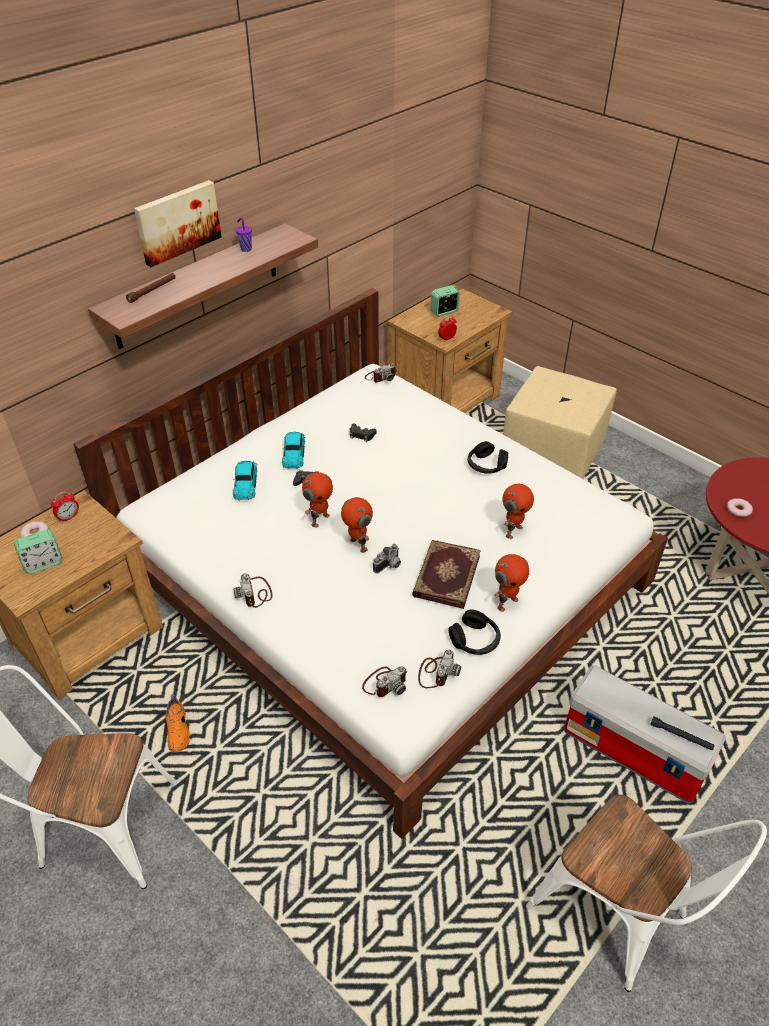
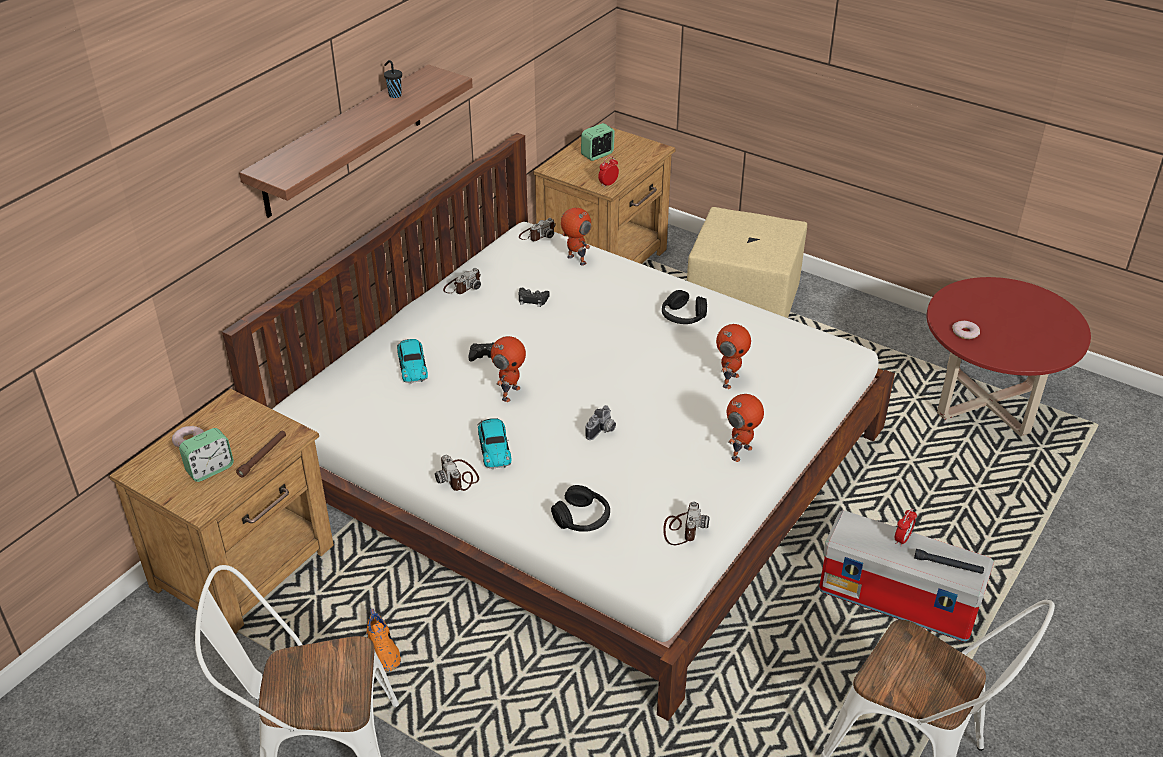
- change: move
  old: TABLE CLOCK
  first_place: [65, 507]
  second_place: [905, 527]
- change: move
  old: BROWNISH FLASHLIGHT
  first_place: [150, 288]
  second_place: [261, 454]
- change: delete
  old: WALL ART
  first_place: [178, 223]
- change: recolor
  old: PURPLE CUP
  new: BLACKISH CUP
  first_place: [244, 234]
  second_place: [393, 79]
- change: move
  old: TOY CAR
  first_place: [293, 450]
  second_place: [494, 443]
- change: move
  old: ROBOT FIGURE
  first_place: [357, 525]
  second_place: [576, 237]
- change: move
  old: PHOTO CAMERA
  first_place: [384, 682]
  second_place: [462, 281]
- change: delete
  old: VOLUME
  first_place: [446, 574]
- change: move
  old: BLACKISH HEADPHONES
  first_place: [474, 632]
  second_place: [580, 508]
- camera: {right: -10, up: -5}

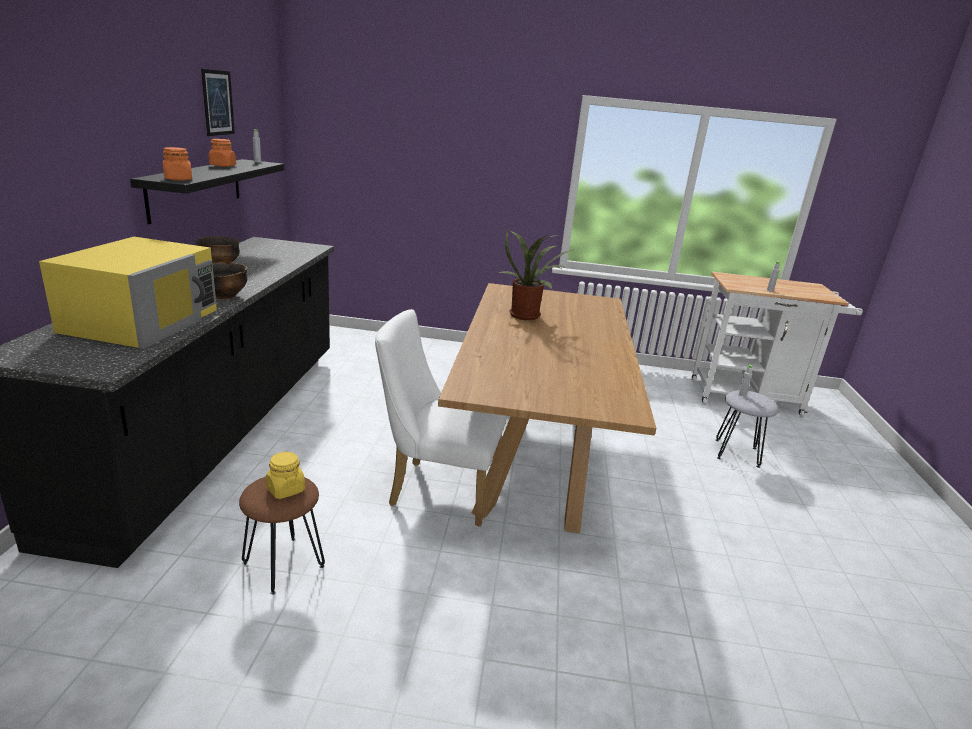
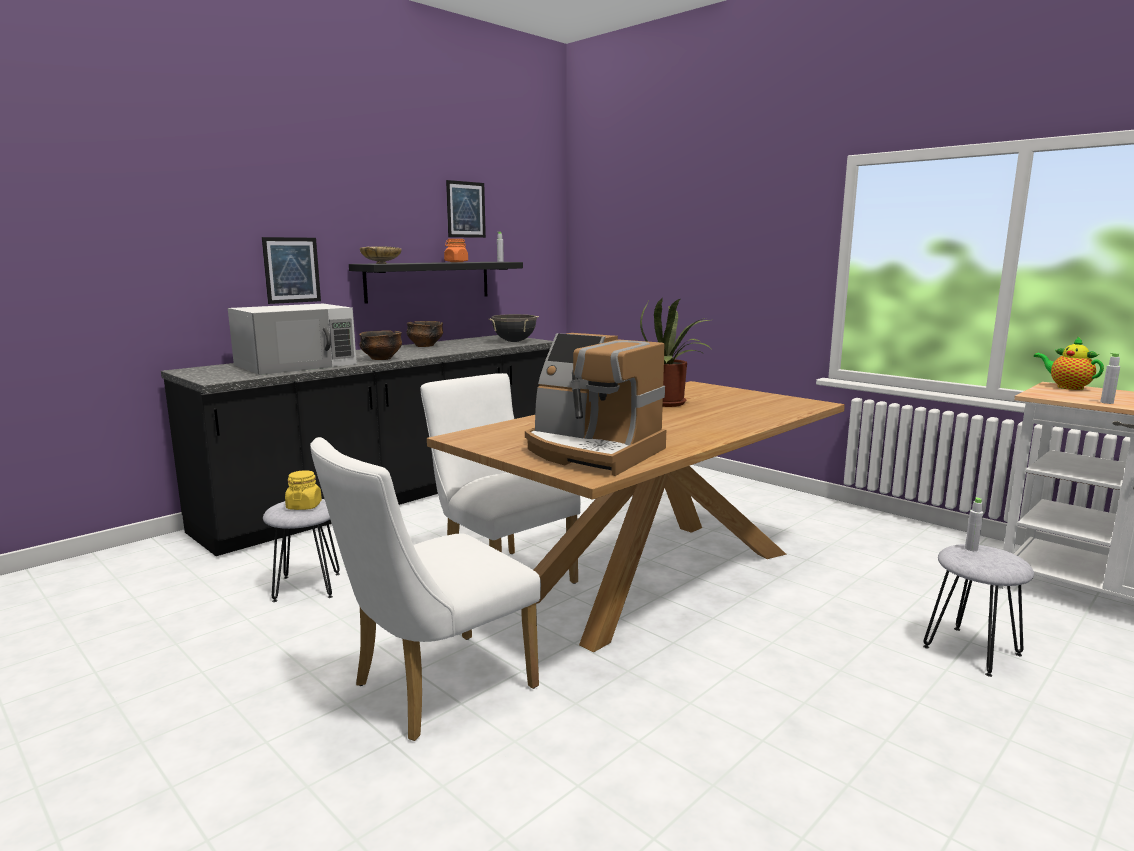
- change: recolor
  old: YELLOWISH MICROWAVE
  new: WHITISH MICROWAVE
  first_place: [128, 293]
  second_place: [292, 339]
- change: replace
  old: ORANGEY JAR
  new: BEIGE DEEP DISH
  first_place: [177, 164]
  second_place: [380, 255]
- change: recolor
  old: BROWNISH STOOL SEAT
  new: GREYISH STOOL SEAT
  first_place: [282, 536]
  second_place: [301, 550]
- change: insert
  new: WALL ART
  second_place: [291, 270]
- change: insert
  new: WHITISH CHAIR
  second_place: [425, 589]
- change: insert
  new: BLACKISH COOKING POT
  second_place: [513, 328]
- change: insert
  new: COFFEE MAKER
  second_place: [595, 404]
- change: insert
  new: POT FOR TEA
  second_place: [1069, 363]
- camera: {right: 40, up: -10}

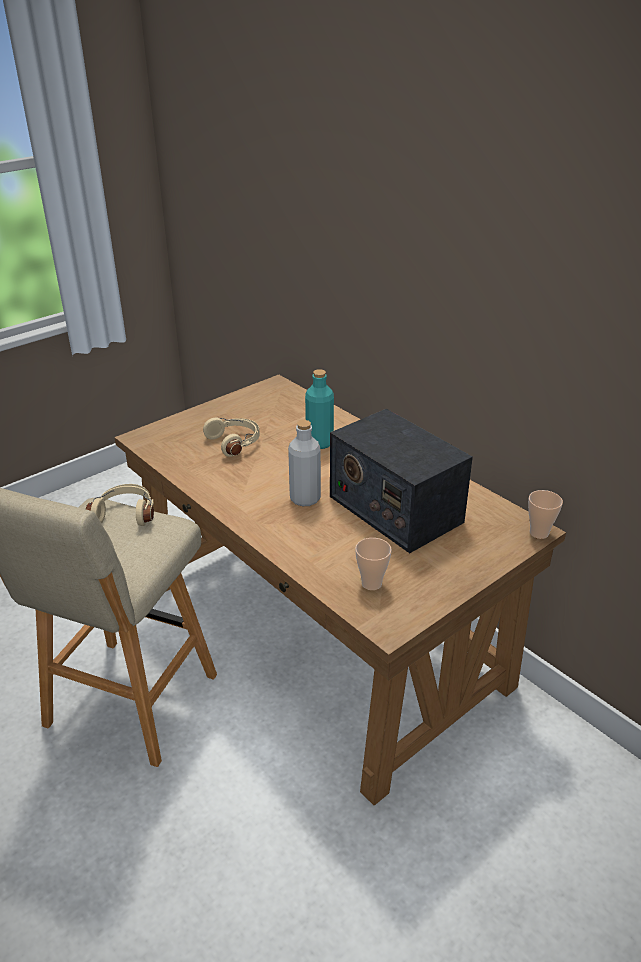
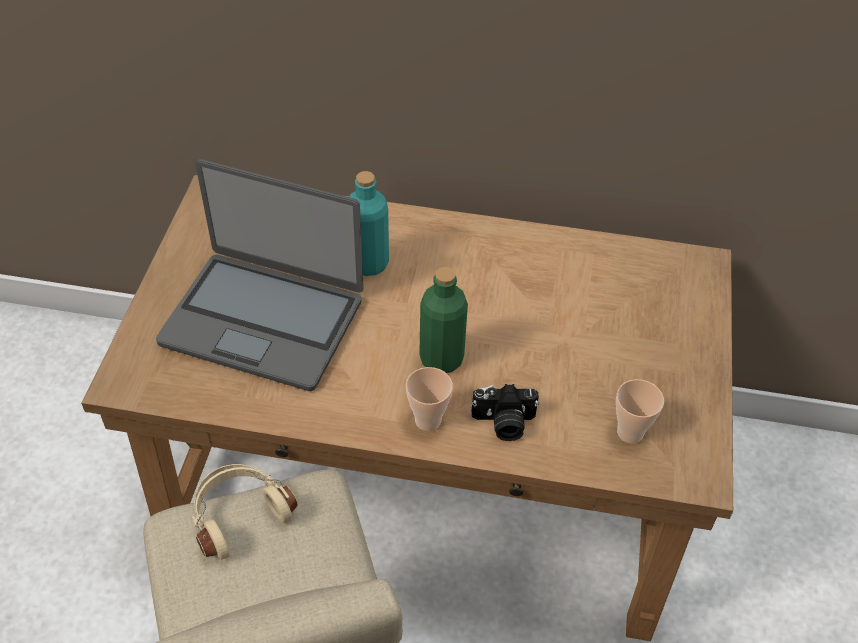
- change: replace
  old: BEIGE HEADPHONES
  new: LAPTOP
  first_place: [231, 437]
  second_place: [260, 275]
- change: recolor
  old: GREYISH BEVERAGE BOTTLE
  new: GREEN BEVERAGE BOTTLE
  first_place: [304, 463]
  second_place: [443, 320]
- change: delete
  old: RADIO RECEIVER
  first_place: [401, 481]
- change: move
  old: CUP
  first_place: [545, 514]
  second_place: [429, 399]
- change: insert
  new: PHOTO CAMERA
  second_place: [505, 412]
- camera: {right: -40, up: 15}

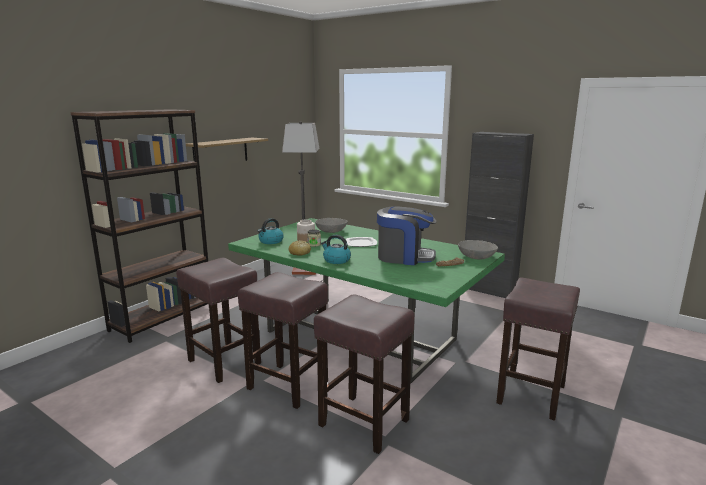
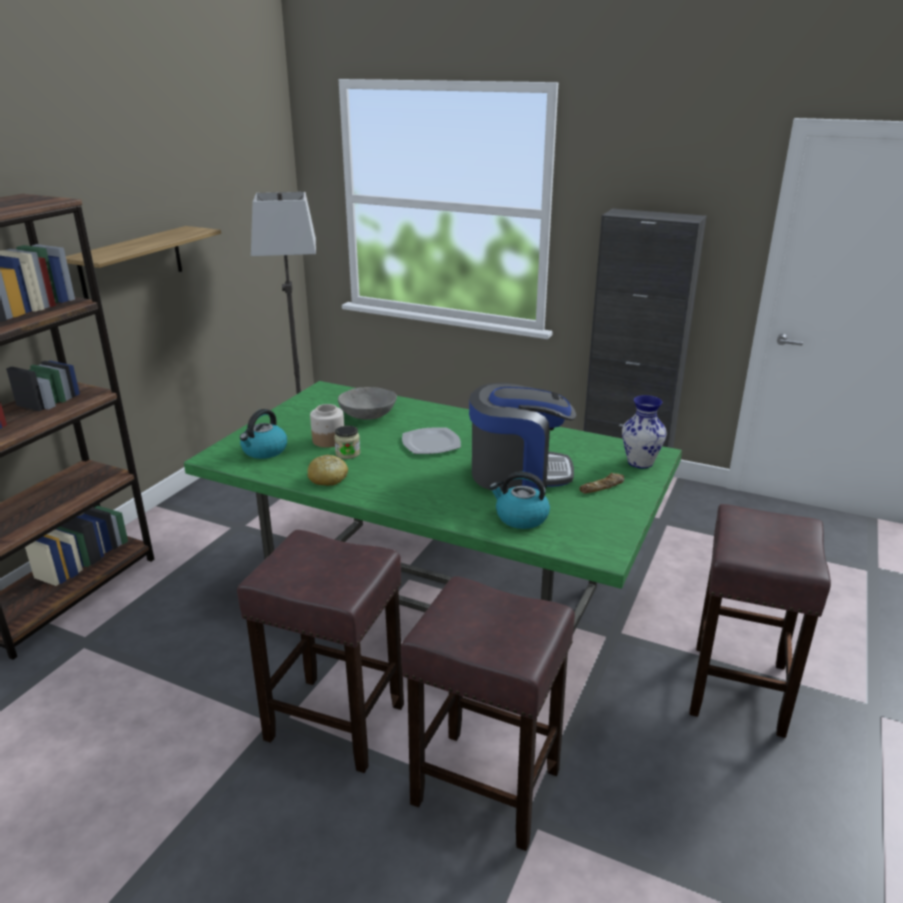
- change: delete
  old: BROWNISH STOOL SEAT
  first_place: [218, 320]
- change: move
  old: KETTLE
  first_place: [336, 249]
  second_place: [519, 500]
- change: replace
  old: GREYISH DEEP DISH
  new: DECORATIVE VASE
  first_place: [478, 250]
  second_place: [644, 431]
- camera: {right: -10, up: 10}

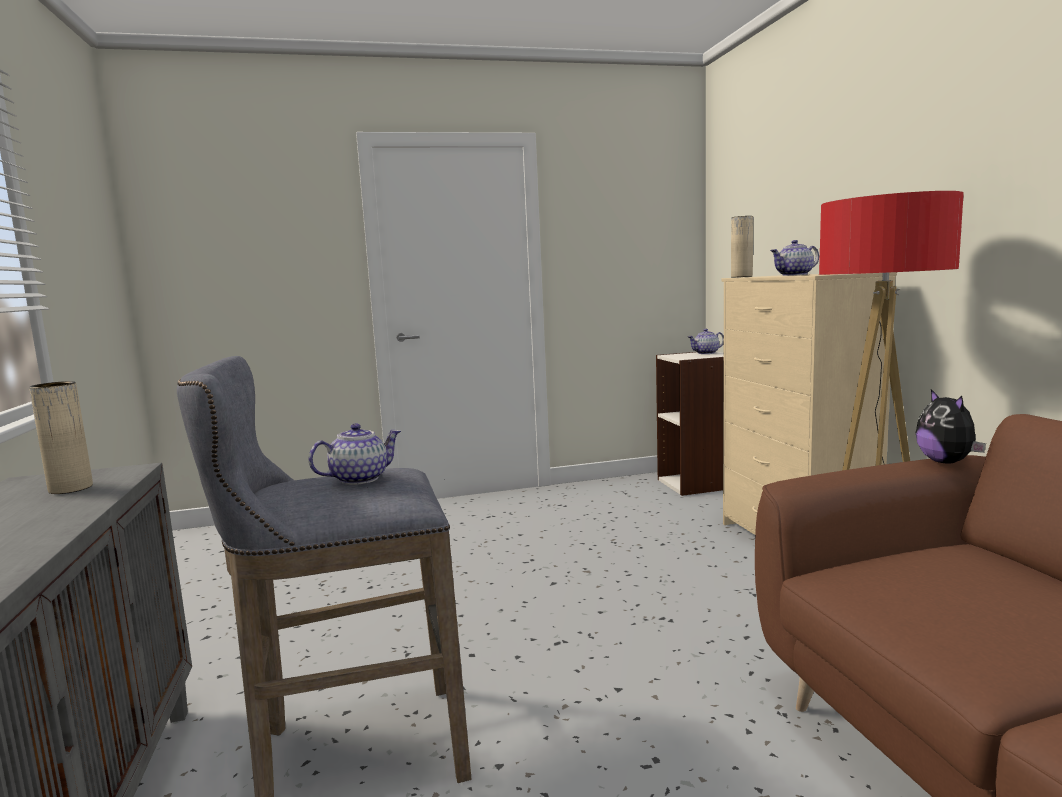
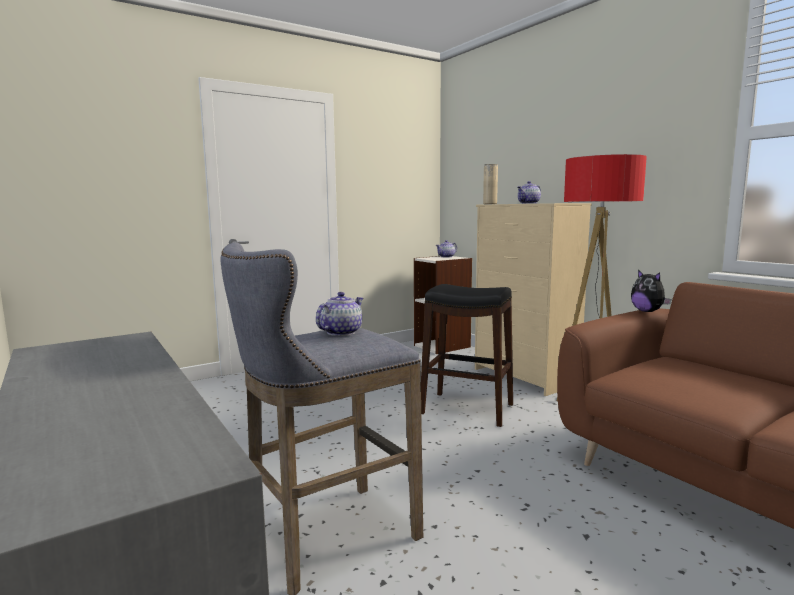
- change: delete
  old: BEIGE DECORATIVE VASE
  first_place: [61, 437]
- change: insert
  new: BLACKISH STOOL SEAT
  second_place: [467, 355]
- camera: {right: -20, up: 0}

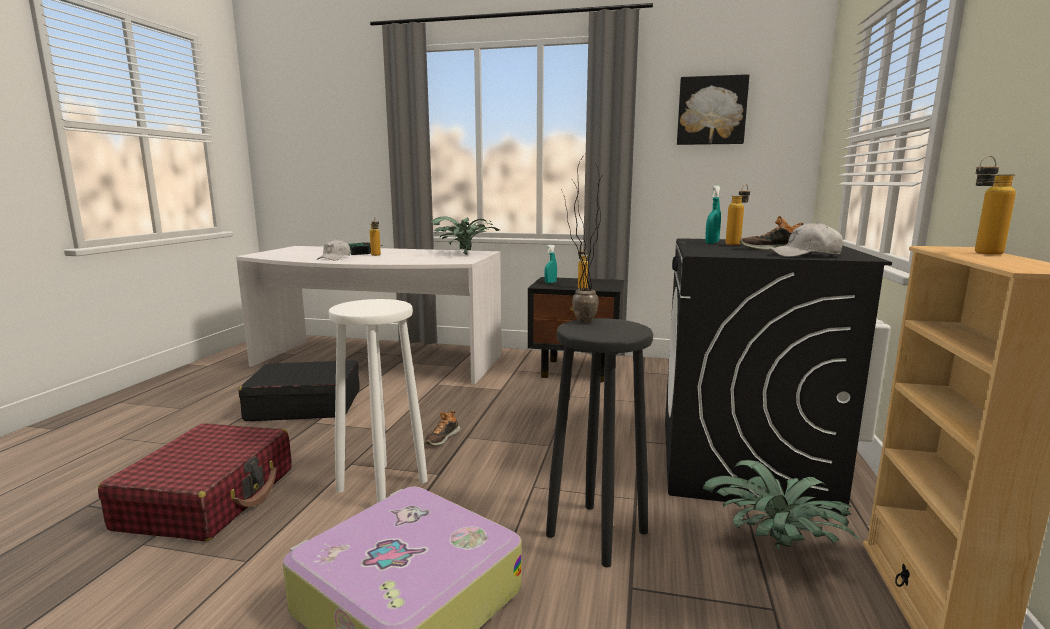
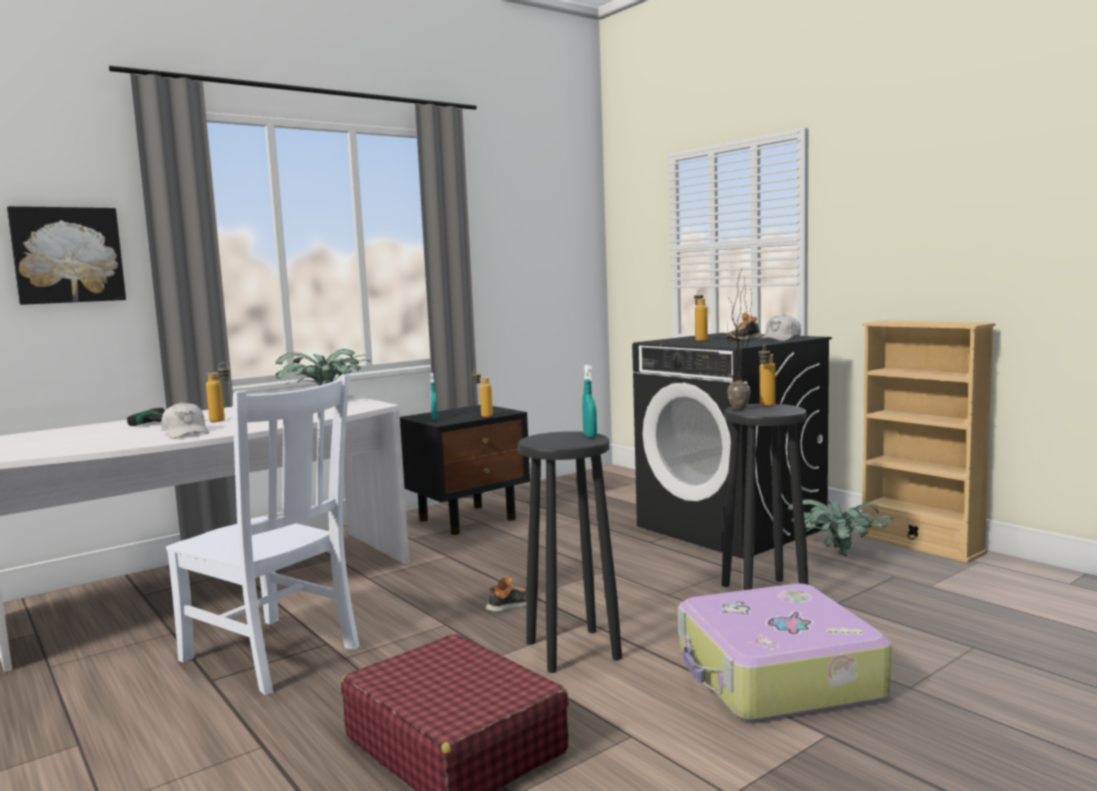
- change: replace
  old: BLACKISH TRAVEL CASE
  new: WHITISH CHAIR
  first_place: [299, 390]
  second_place: [262, 534]
- change: recolor
  old: WHITISH STOOL SEAT
  new: BLACKISH STOOL SEAT
  first_place: [378, 401]
  second_place: [570, 552]
- change: rotate
  old: LOW SHOE
  first_place: [443, 428]
  second_place: [512, 594]
  degrees: -105
- change: move
  old: WALL ART
  first_place: [713, 109]
  second_place: [66, 255]
- change: move
  old: TURQUOISE SPRAY BOTTLE
  first_place: [713, 214]
  second_place: [589, 401]
- change: move
  old: BEVERAGE BOTTLE
  first_place: [995, 205]
  second_place: [767, 375]
- camera: {right: -50, up: -5}

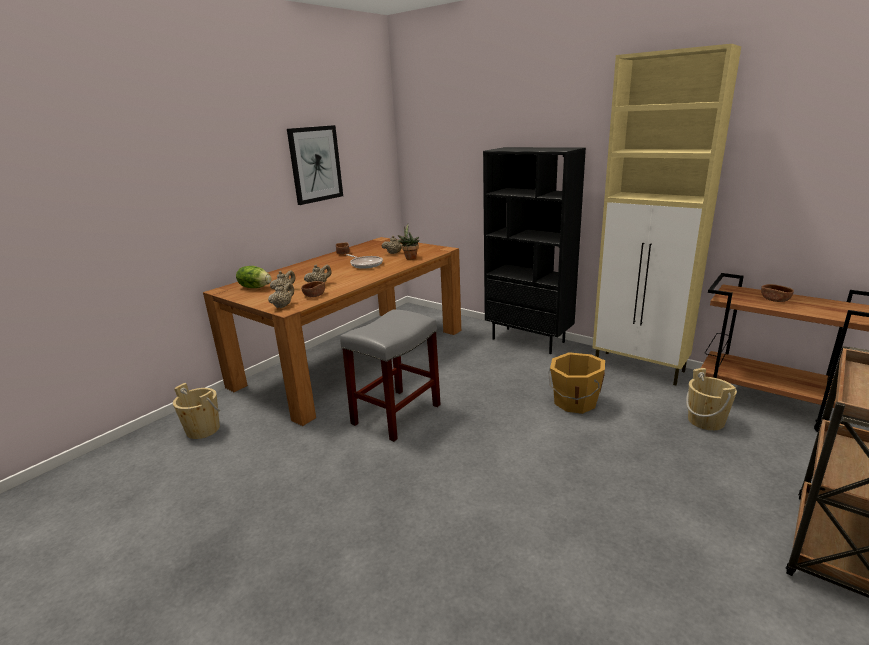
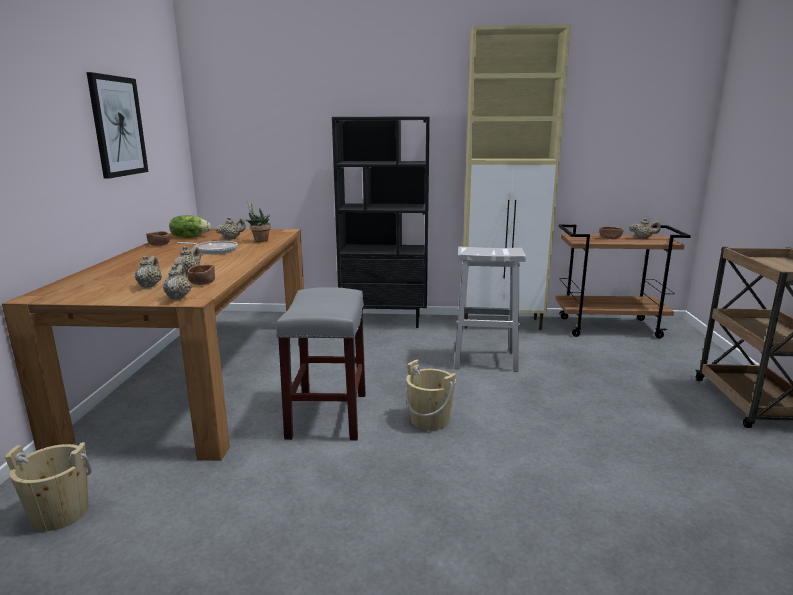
- change: move
  old: HEAD OF LETTUCE
  first_place: [254, 277]
  second_place: [190, 226]
- change: replace
  old: ORANGEY BUCKET
  new: WHITISH STOOL SEAT
  first_place: [576, 383]
  second_place: [490, 309]
- change: move
  old: BEIGE BUCKET
  first_place: [711, 399]
  second_place: [431, 395]
- change: insert
  new: BEIGE POT FOR TEA
  second_place: [645, 228]
- camera: {right: -35, up: -5}

